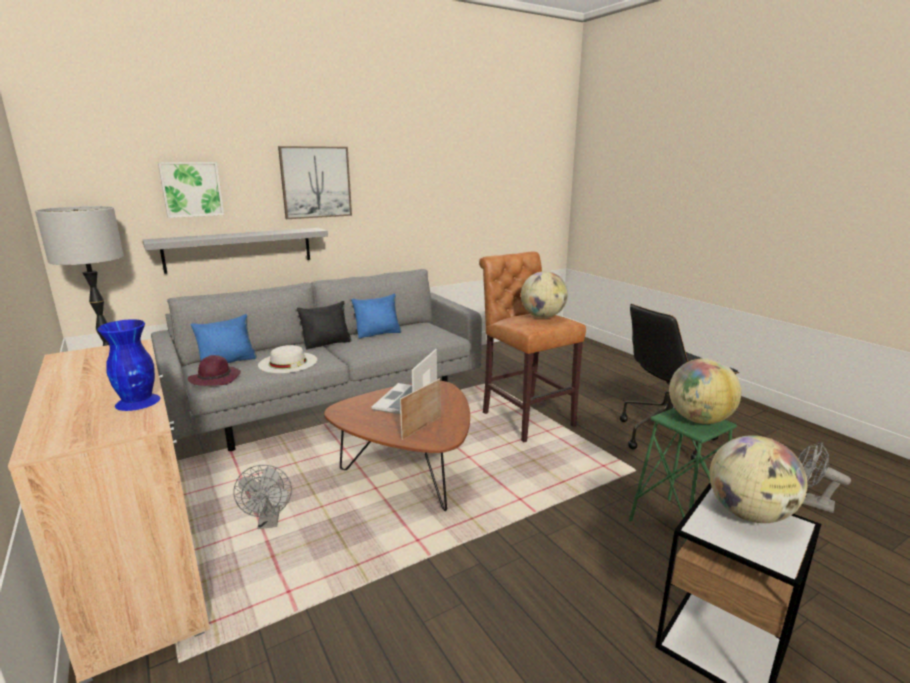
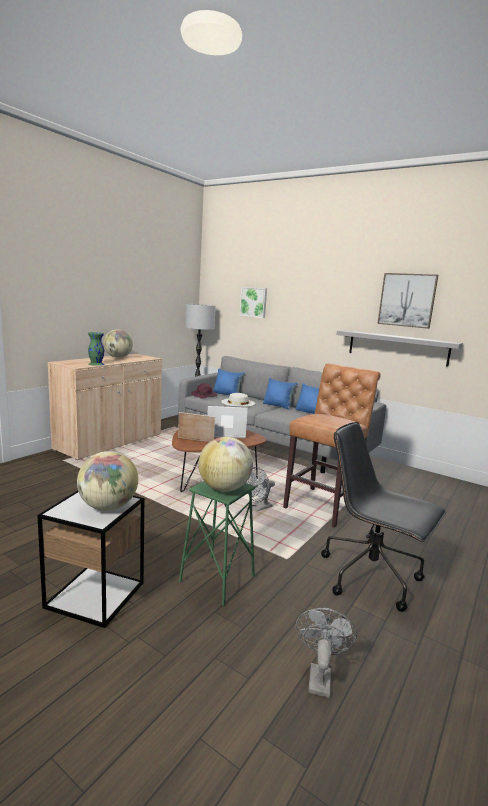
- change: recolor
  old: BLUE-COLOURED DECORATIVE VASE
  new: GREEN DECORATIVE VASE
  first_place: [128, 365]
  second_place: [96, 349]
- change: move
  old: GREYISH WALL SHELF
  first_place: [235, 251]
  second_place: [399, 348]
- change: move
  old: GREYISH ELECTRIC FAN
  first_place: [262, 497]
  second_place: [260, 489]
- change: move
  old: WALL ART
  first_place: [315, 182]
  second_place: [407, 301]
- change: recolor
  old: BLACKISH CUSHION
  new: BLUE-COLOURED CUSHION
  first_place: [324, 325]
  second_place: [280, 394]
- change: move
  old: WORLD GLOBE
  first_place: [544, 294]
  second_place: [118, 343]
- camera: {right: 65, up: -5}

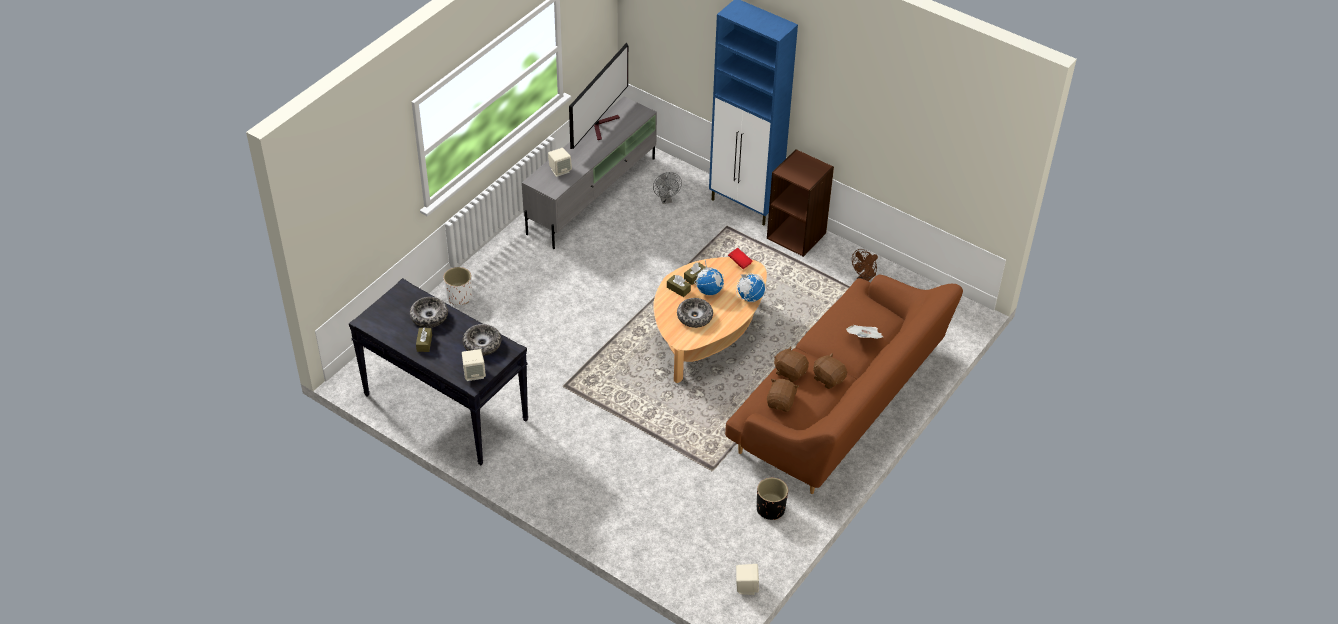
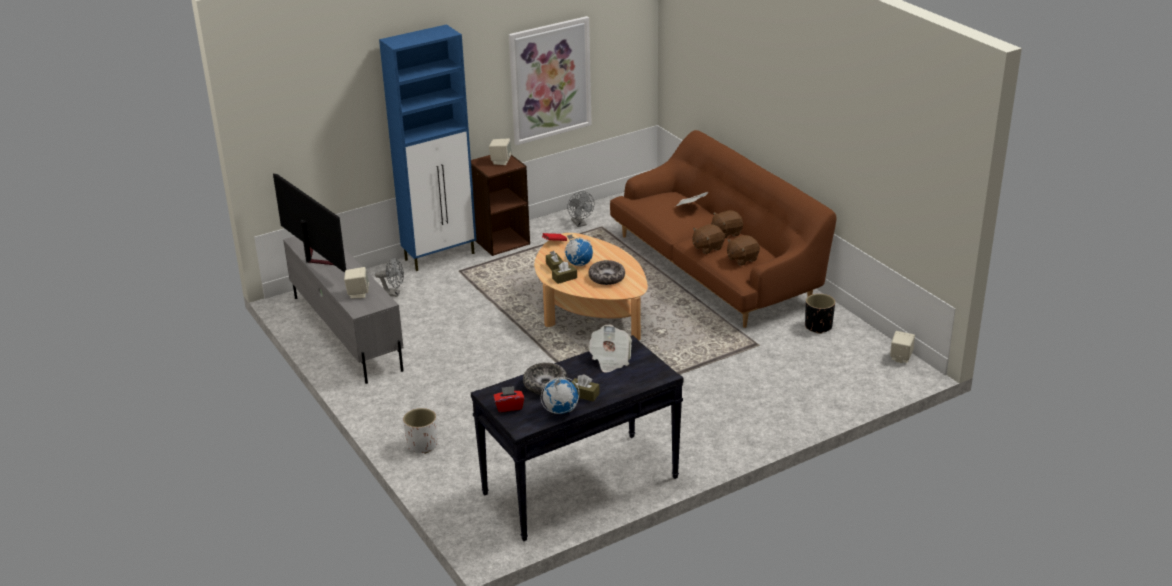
- change: move
  old: BEIGE AUDIO SPEAKER
  first_place: [474, 365]
  second_place: [500, 152]
- change: replace
  old: DEEP DISH
  new: PRINTED PAPER
  first_place: [482, 340]
  second_place: [610, 349]
- change: move
  old: WORLD GLOBE
  first_place: [750, 287]
  second_place: [560, 395]
- change: rotate
  old: BROWNISH SOFT TOY
  first_place: [783, 395]
  second_place: [743, 250]
  degrees: -75
- change: recolor
  old: BROWNISH ELECTRIC FAN
  new: GREYISH ELECTRIC FAN
  first_place: [865, 265]
  second_place: [580, 209]
- change: insert
  new: RED BOX OF TISSUES
  second_place: [508, 399]
- change: insert
  new: WALL ART
  second_place: [550, 80]
- camera: {right: -65, up: -15}

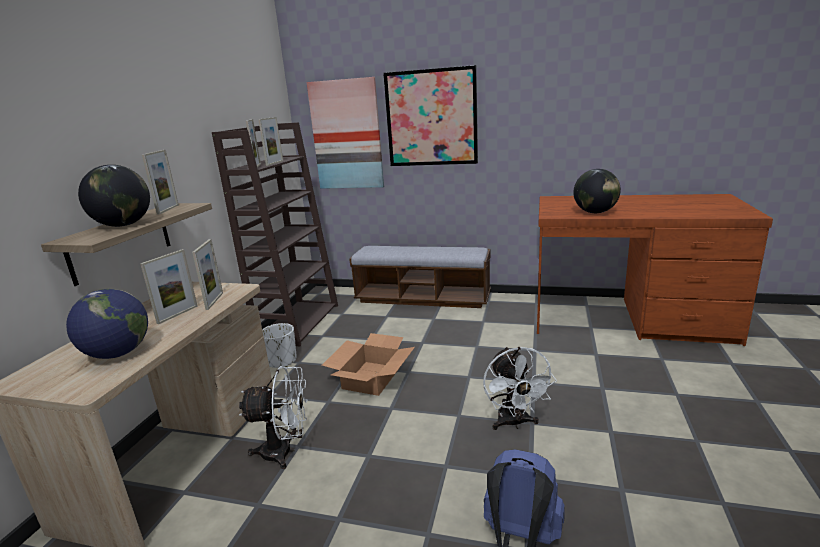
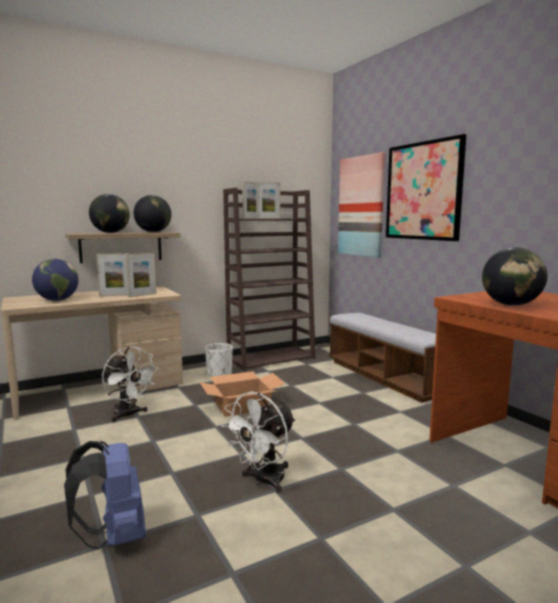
- change: replace
  old: STANDING FRAME
  new: WORLD GLOBE
  first_place: [160, 182]
  second_place: [152, 213]
- camera: {right: 45, up: -10}

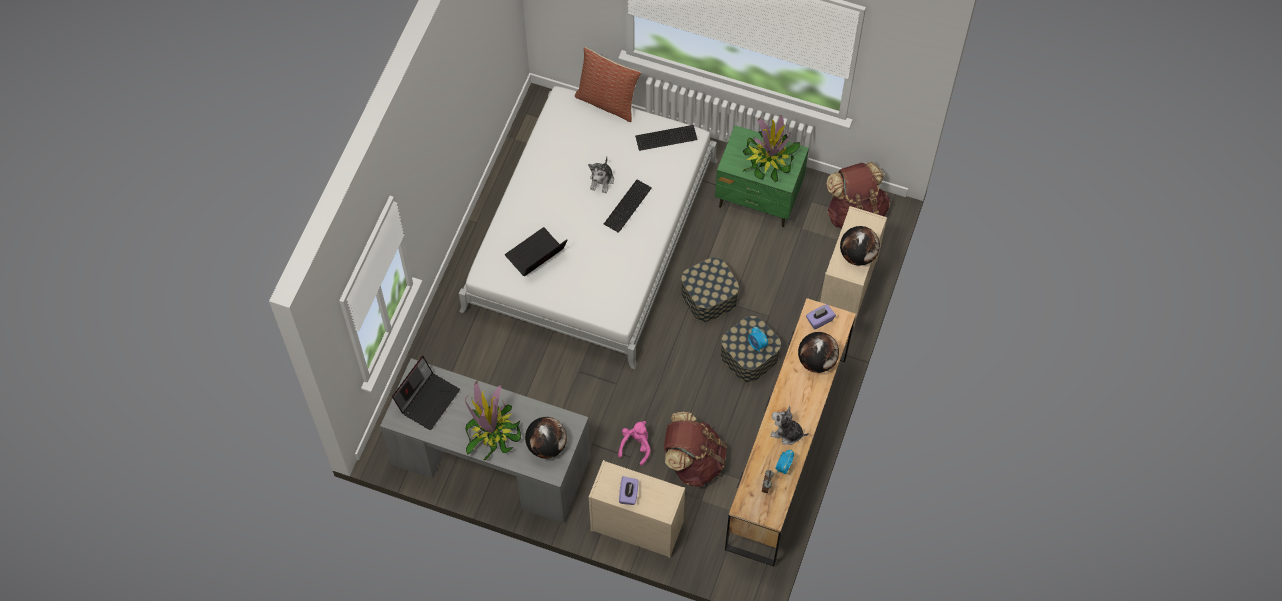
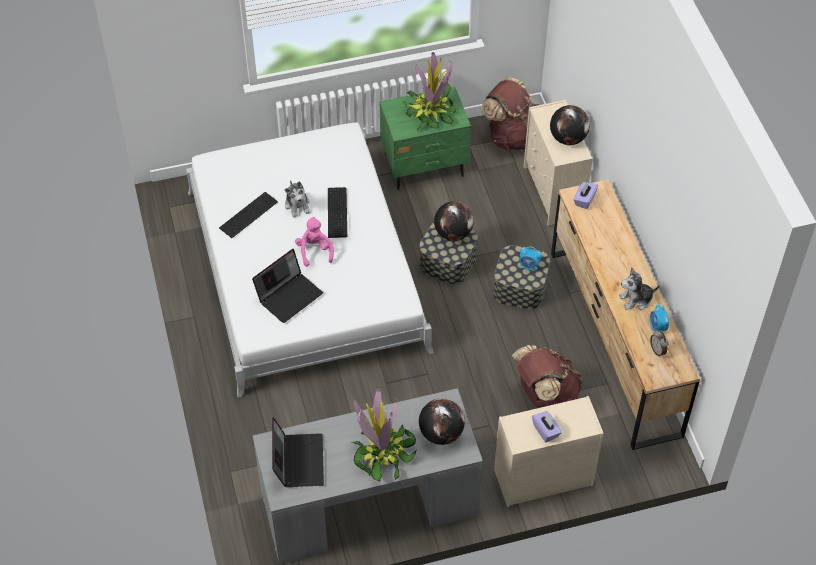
- change: rotate
  old: LAPTOP
  first_place: [536, 251]
  second_place: [287, 286]
  degrees: -150
- change: delete
  old: CUSHION
  first_place: [608, 84]
- change: move
  old: PINKISH SOFT TOY
  first_place: [634, 443]
  second_place: [314, 242]
- change: move
  old: KEYBOARD
  first_place: [666, 138]
  second_place: [248, 215]
- change: move
  old: WORLD GLOBE
  first_place: [818, 352]
  second_place: [454, 221]
- camera: {right: -35, up: -10}

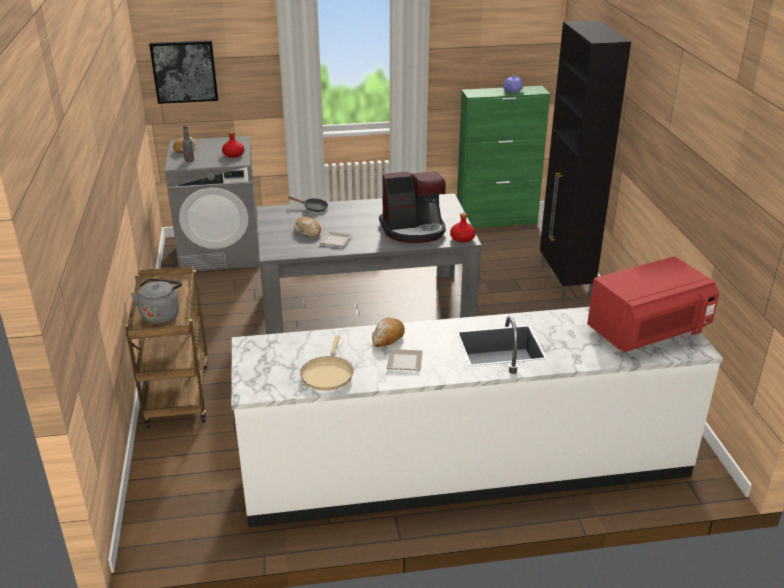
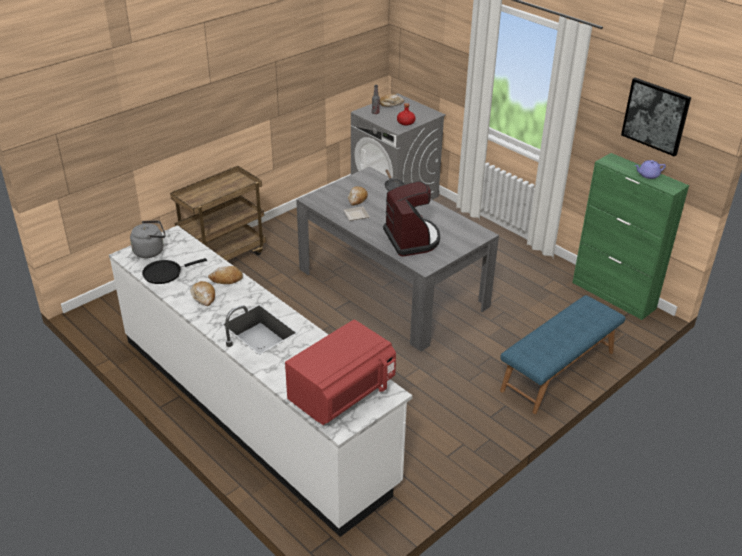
- change: move
  old: GREYISH KETTLE
  first_place: [156, 301]
  second_place: [148, 239]
- change: move
  old: WALL ART
  first_place: [183, 72]
  second_place: [656, 117]
- change: recolor
  old: BEIGE PAN
  new: BLACKISH PAN
  first_place: [326, 363]
  second_place: [174, 271]
- change: rotate
  old: COFFEE MAKER
  first_place: [412, 207]
  second_place: [411, 219]
  degrees: -150
- change: replace
  old: PLATE
  new: BAKERY BREAD
  first_place: [405, 360]
  second_place: [202, 293]
- change: delete
  old: RED BEVERAGE BOTTLE
  first_place: [463, 228]
- change: replace
  old: BLACKISH CABINET
  new: BLUE-COLOURED LONG SEAT
  first_place: [585, 160]
  second_place: [563, 354]
- change: rotate
  old: RED MICROWAVE
  first_place: [653, 304]
  second_place: [340, 372]
  degrees: -75
- camera: {right: 55, up: 5}

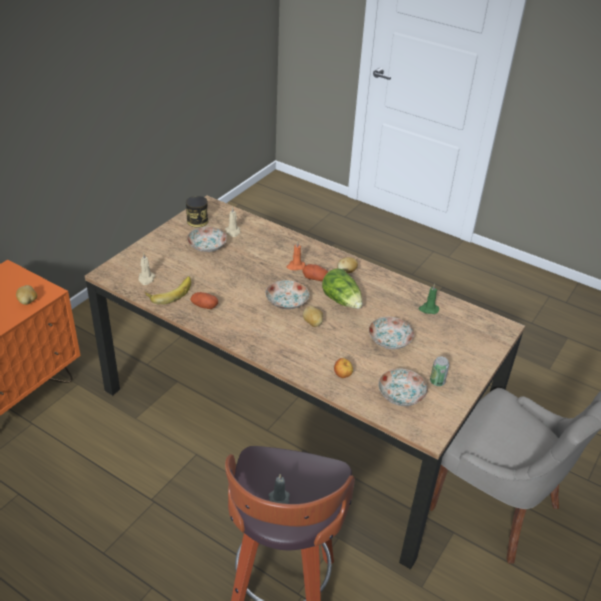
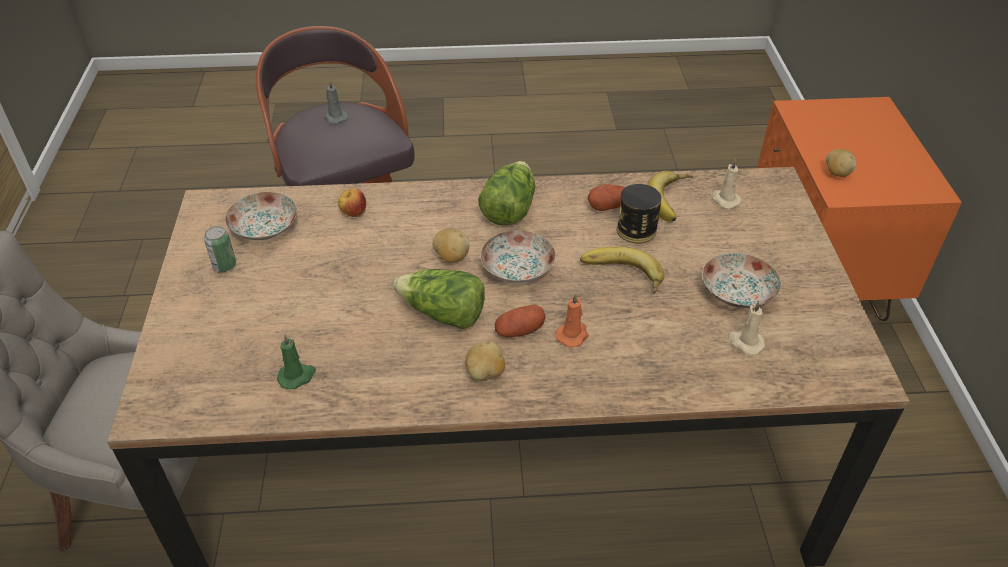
- change: move
  old: SEALED CAN
  first_place: [197, 212]
  second_place: [639, 214]
- change: delete
  old: PLATE
  first_place: [391, 333]
- change: insert
  new: HEAD OF LETTUCE
  second_place: [506, 193]
- change: insert
  new: BANANA FRUIT
  second_place: [622, 270]
- camera: {right: 145, up: 5}

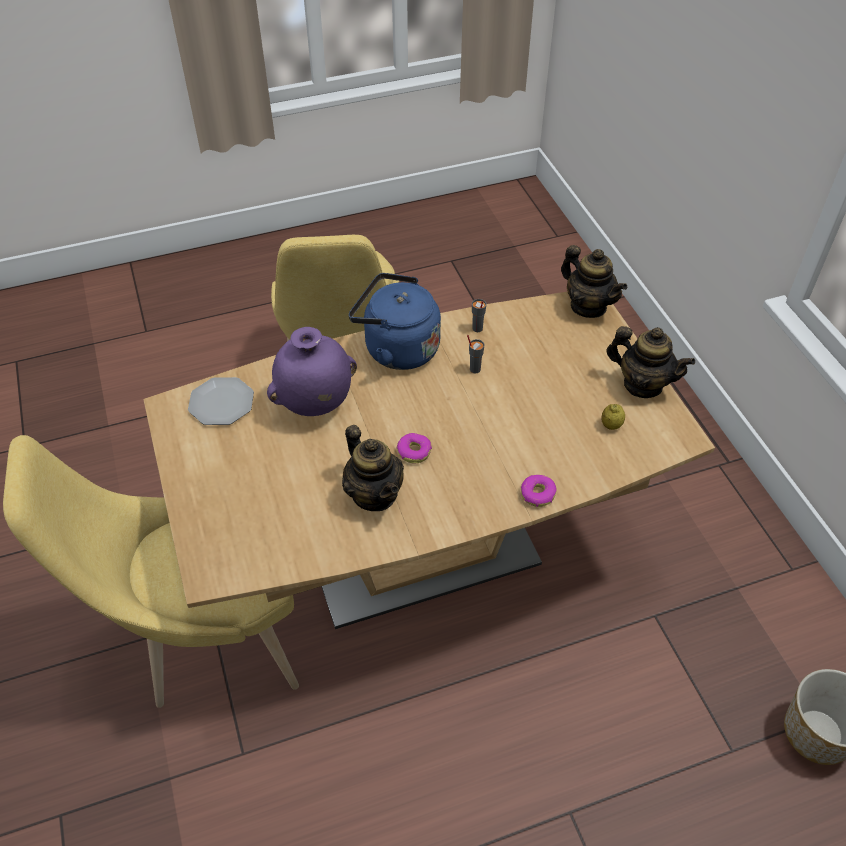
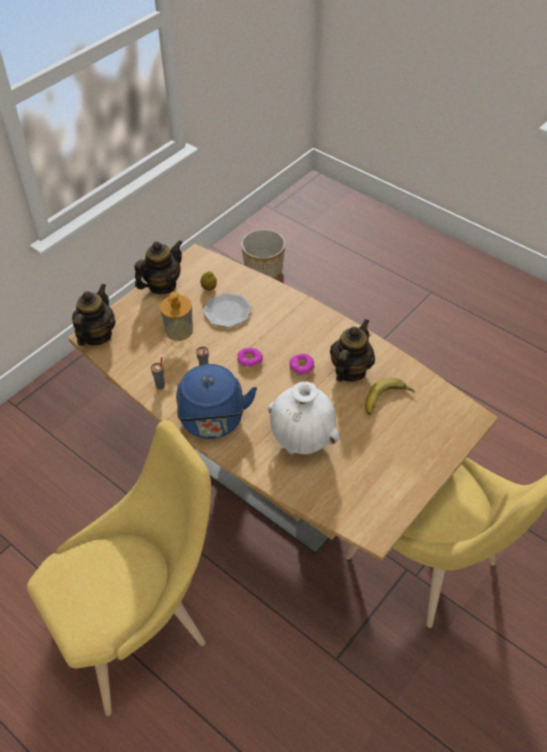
- change: move
  old: PLATE
  first_place: [221, 401]
  second_place: [227, 310]
- change: recolor
  old: PURPLE DECORATIVE VASE
  new: WHITISH DECORATIVE VASE
  first_place: [312, 371]
  second_place: [304, 417]
- change: move
  old: DOUGHNUT
  first_place: [539, 491]
  second_place: [250, 358]
- change: rotate
  old: POT FOR TEA
  first_place: [650, 362]
  second_place: [158, 267]
  degrees: 45
- change: insert
  new: SOAP DISPENSER
  second_place: [176, 316]
- change: insert
  new: BANANA FRUIT
  second_place: [390, 396]
- camera: {right: -120, up: 0}

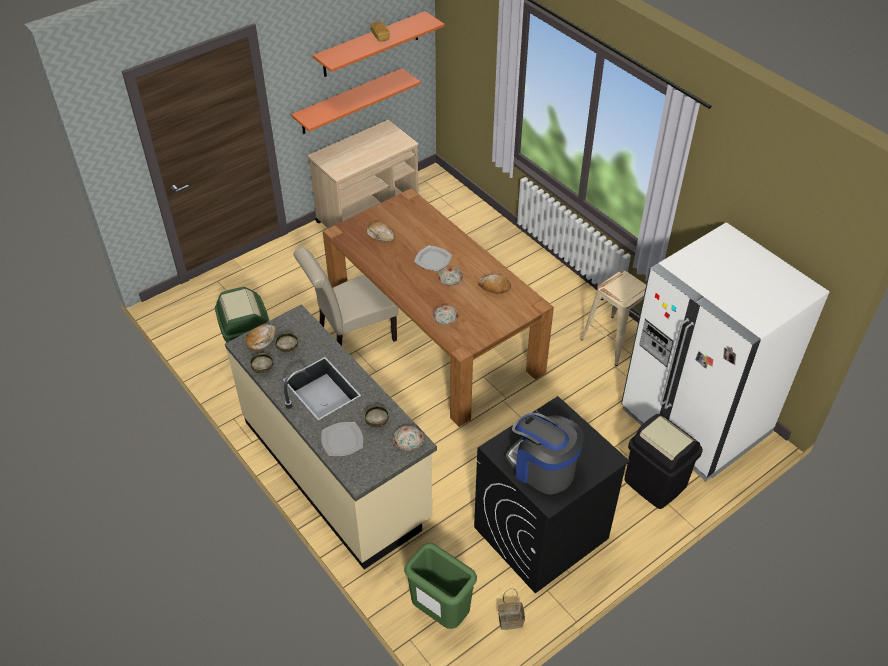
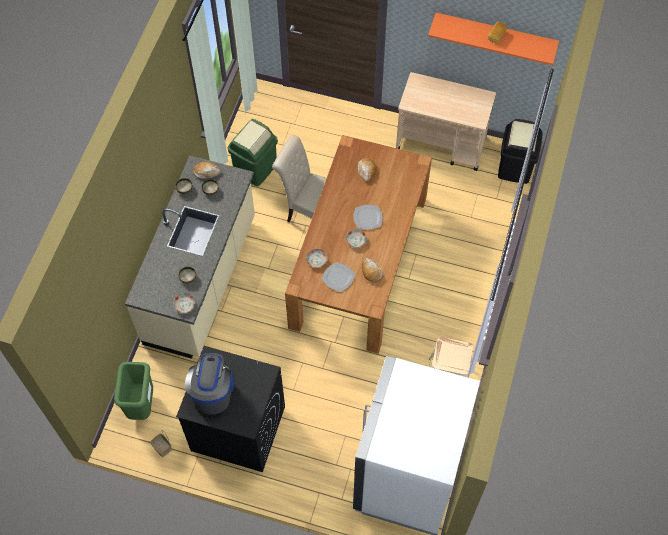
- change: delete
  old: ORANGEY WALL SHELF
  first_place: [356, 101]
- change: move
  old: PLATE
  first_place: [342, 439]
  second_place: [338, 277]
- change: move
  old: BLACKISH RUBBISH BIN
  first_place: [663, 461]
  second_place: [520, 151]
- camera: {right: 55, up: 15}

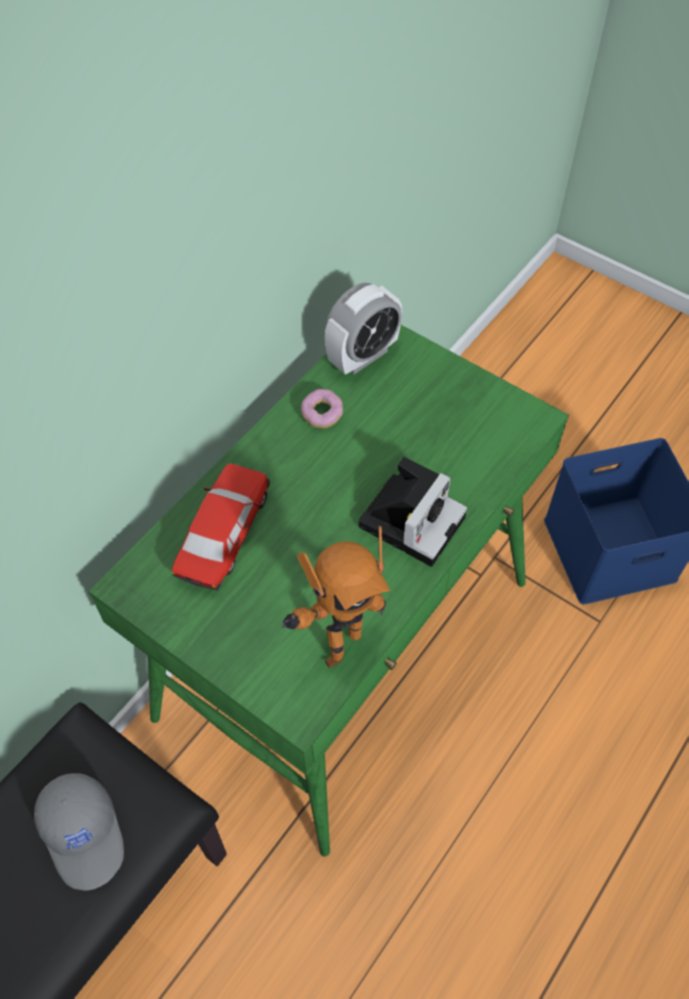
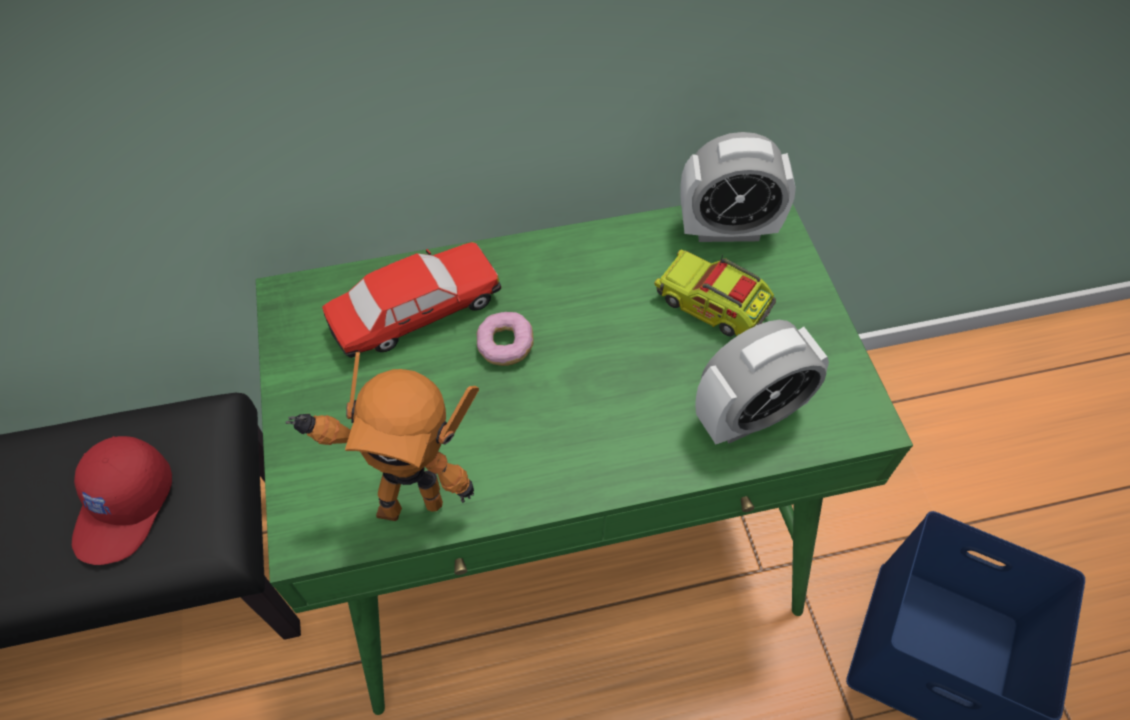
- change: recolor
  old: GREYISH PEAKED CAP
  new: RED PEAKED CAP
  first_place: [79, 832]
  second_place: [122, 500]
- change: move
  old: DOUGHNUT
  first_place: [322, 409]
  second_place: [505, 339]
- change: delete
  old: PHOTO CAMERA
  first_place: [412, 512]
- change: insert
  new: TOY LORRY
  second_place: [715, 292]
- change: insert
  new: TABLE CLOCK
  second_place: [762, 382]
- camera: {right: 40, up: 0}

